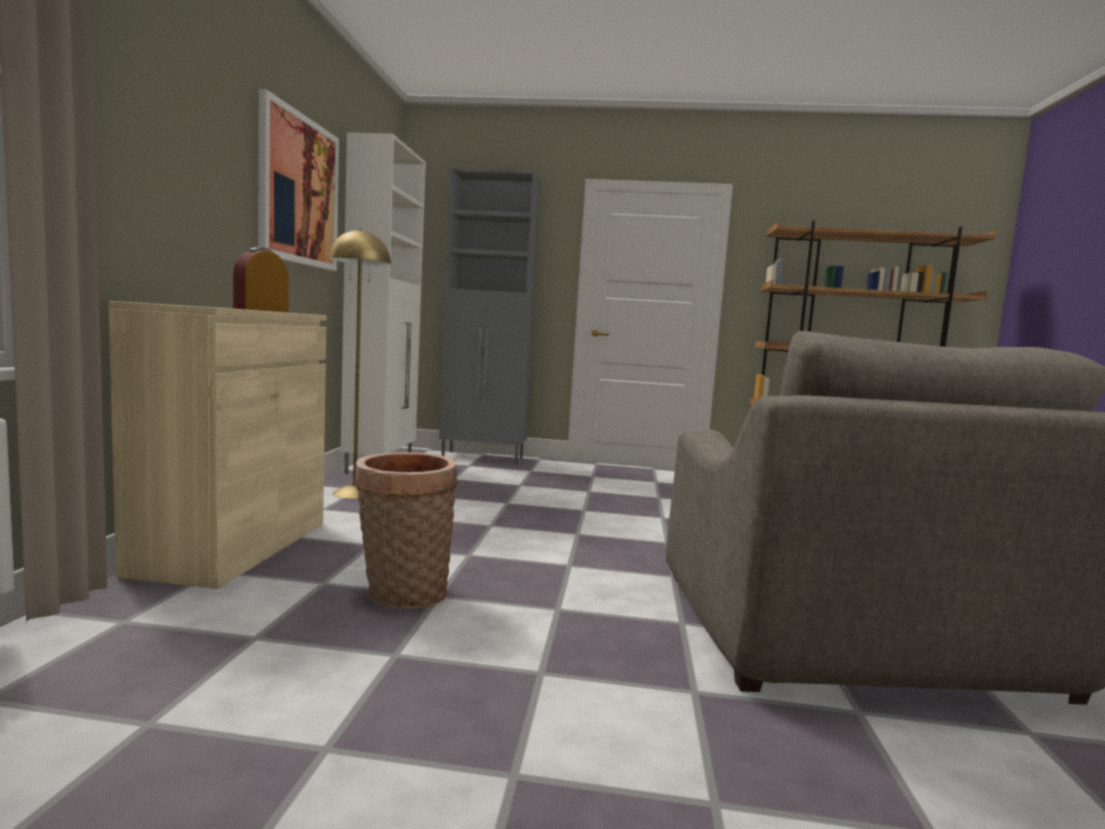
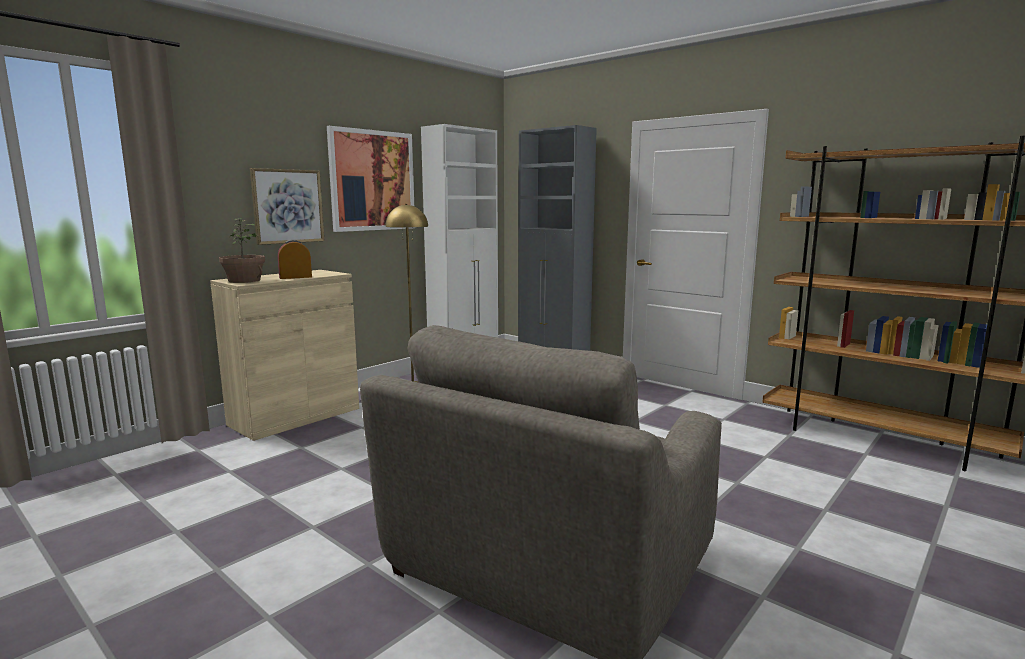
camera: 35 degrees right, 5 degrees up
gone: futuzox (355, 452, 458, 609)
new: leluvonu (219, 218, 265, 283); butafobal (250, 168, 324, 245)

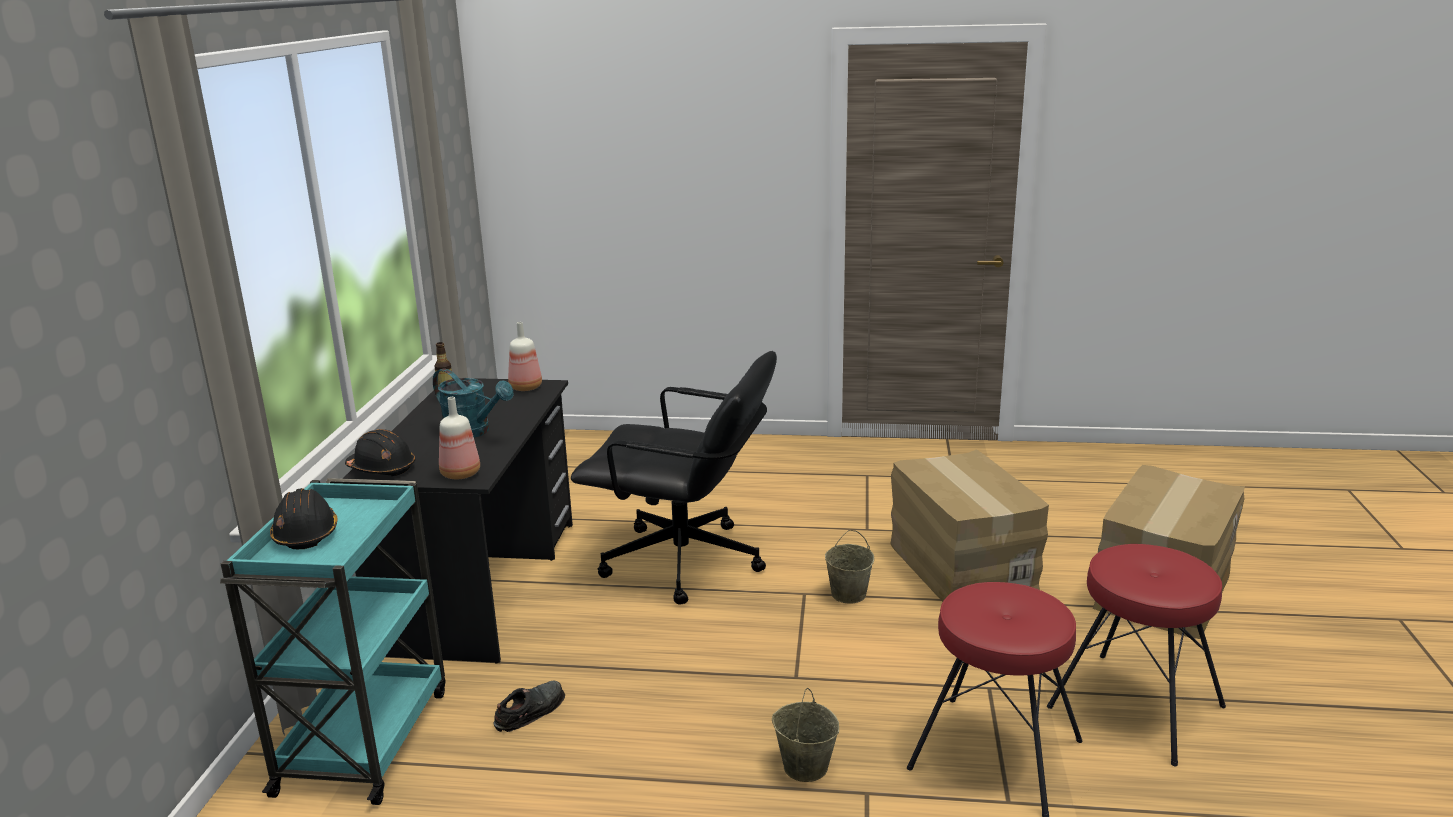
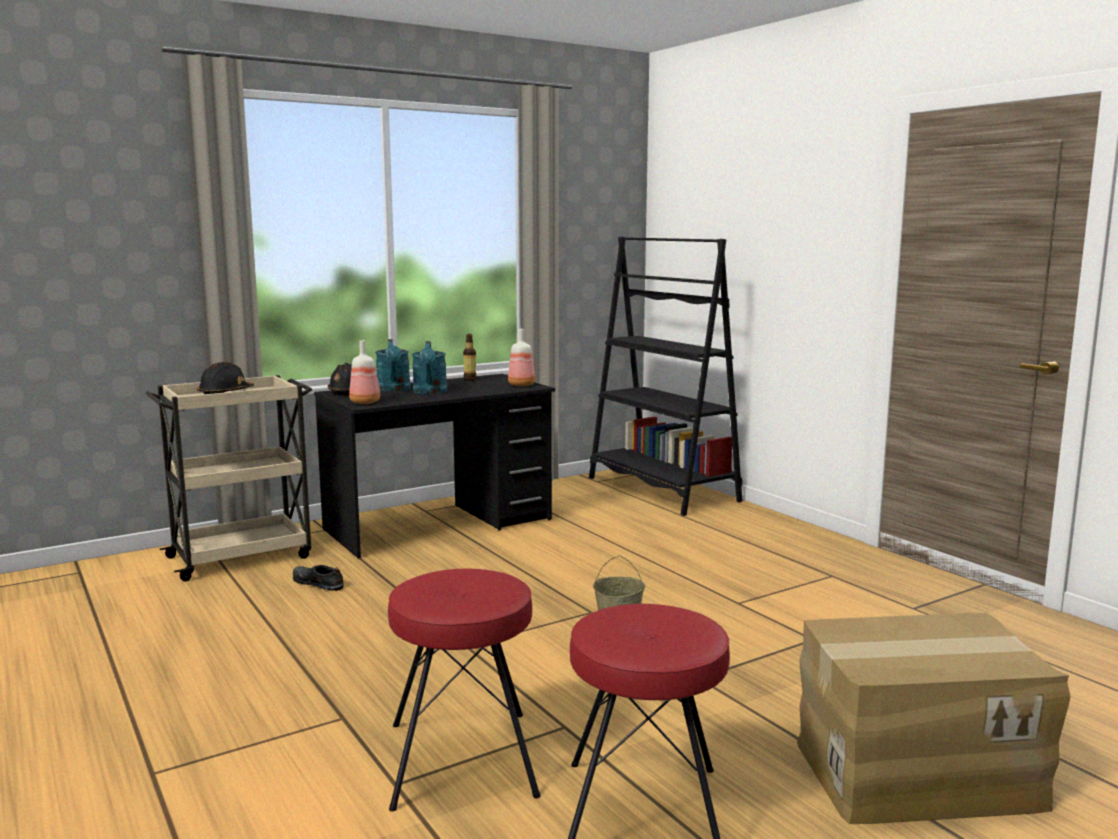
camera: 50 degrees right, 10 degrees down
gone: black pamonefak (571, 351, 777, 605); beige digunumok (772, 688, 839, 782); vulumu (890, 449, 1049, 602)
new: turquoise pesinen (375, 339, 411, 391); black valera (589, 237, 742, 516)
repainted: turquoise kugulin (220, 478, 446, 805) to beige kugulin (146, 375, 312, 581)
rotated: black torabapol (493, 680, 565, 732) = (293, 565, 344, 591) 150 degrees counterclockwise

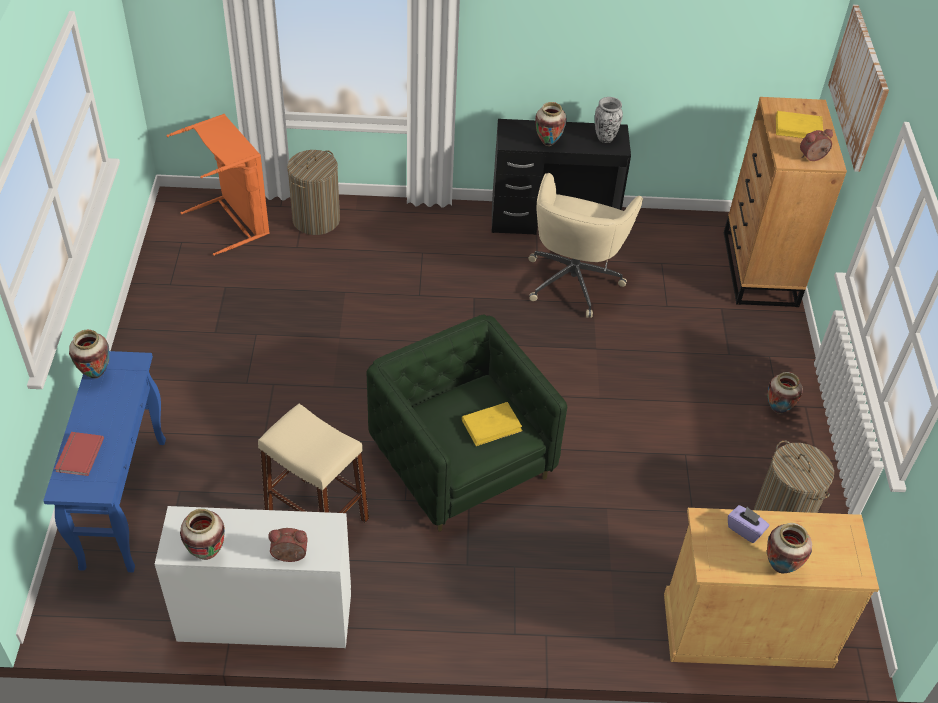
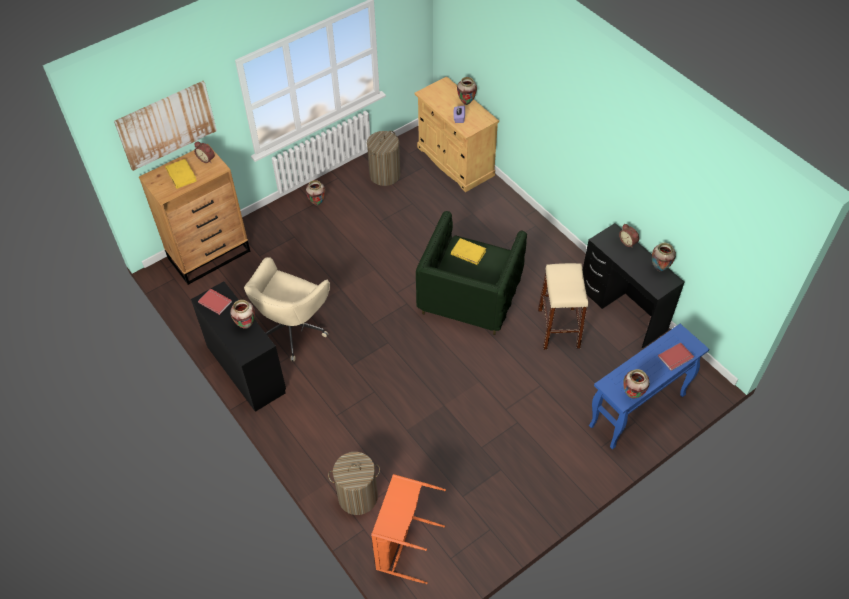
camera: 125 degrees left, 5 degrees up
swapped: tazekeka (595, 97, 623, 143) to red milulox (198, 289, 232, 315)
repainted: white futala (155, 506, 351, 648) to black futala (583, 223, 685, 348)
rotated: beige pamonefak (528, 173, 643, 318) = (244, 257, 330, 361) 135 degrees clockwise

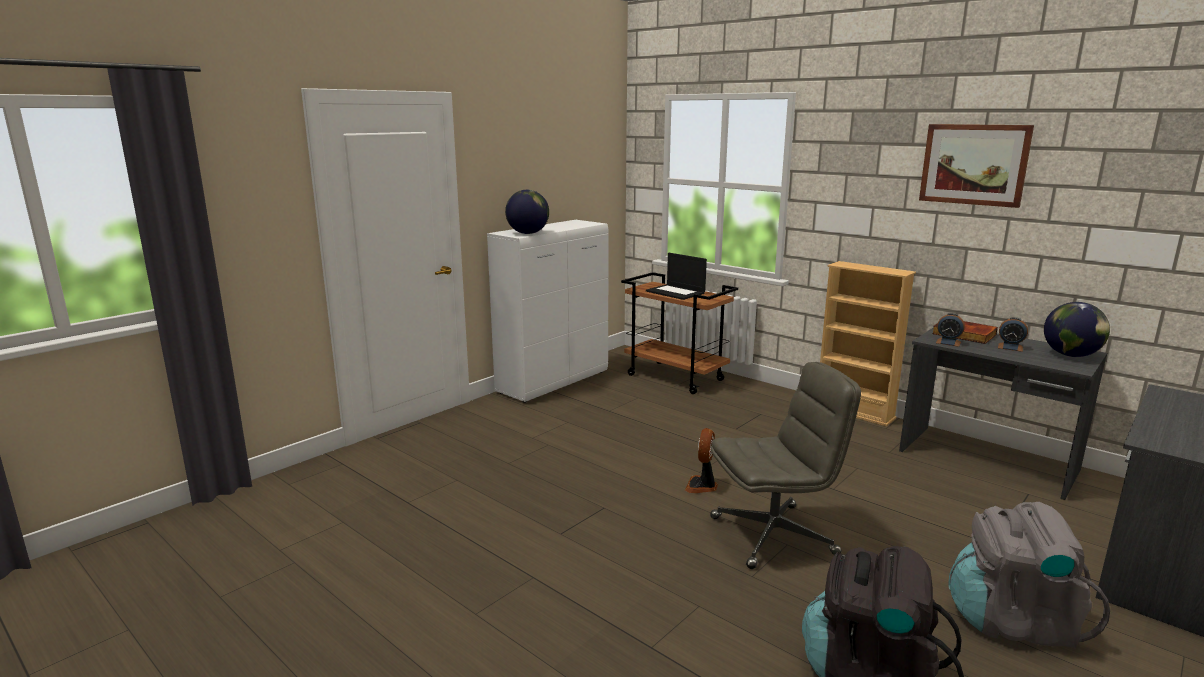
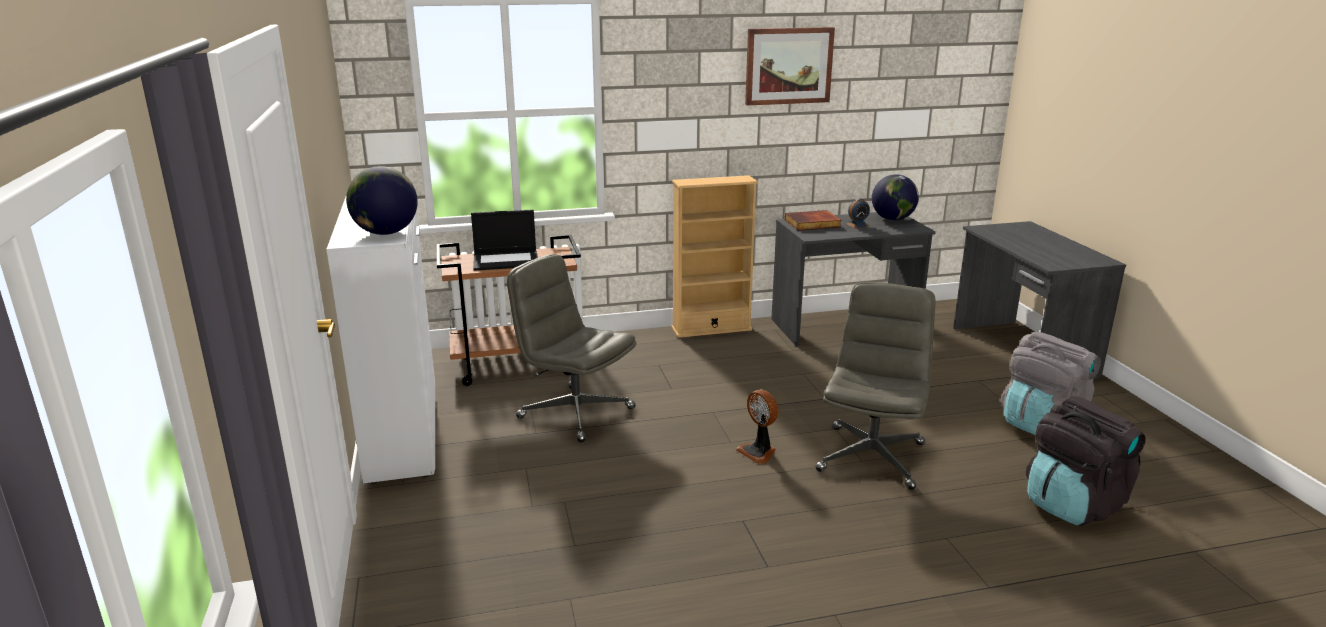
camera: 55 degrees left, 5 degrees up
gone: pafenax (936, 313, 965, 347)
new: grey pamonefak (507, 254, 636, 442)

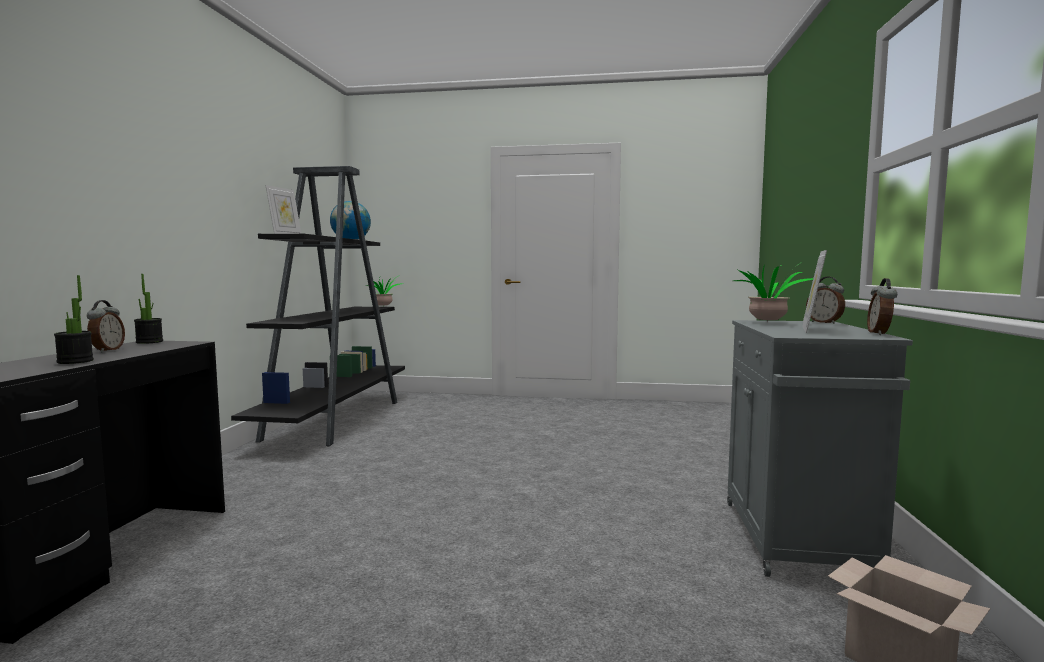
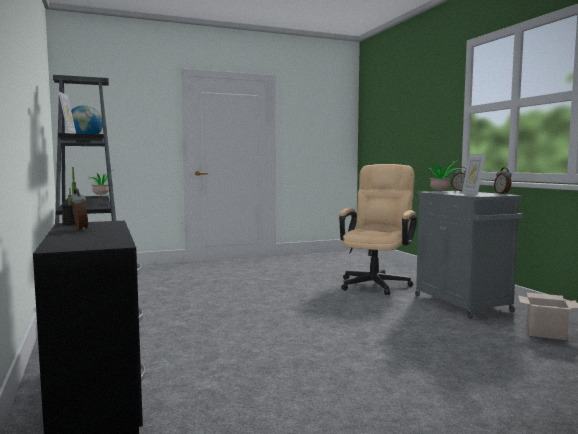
camera: 30 degrees left, 0 degrees up
gone: leluvonu (54, 275, 94, 364)
new: beige pamonefak (339, 164, 417, 295)

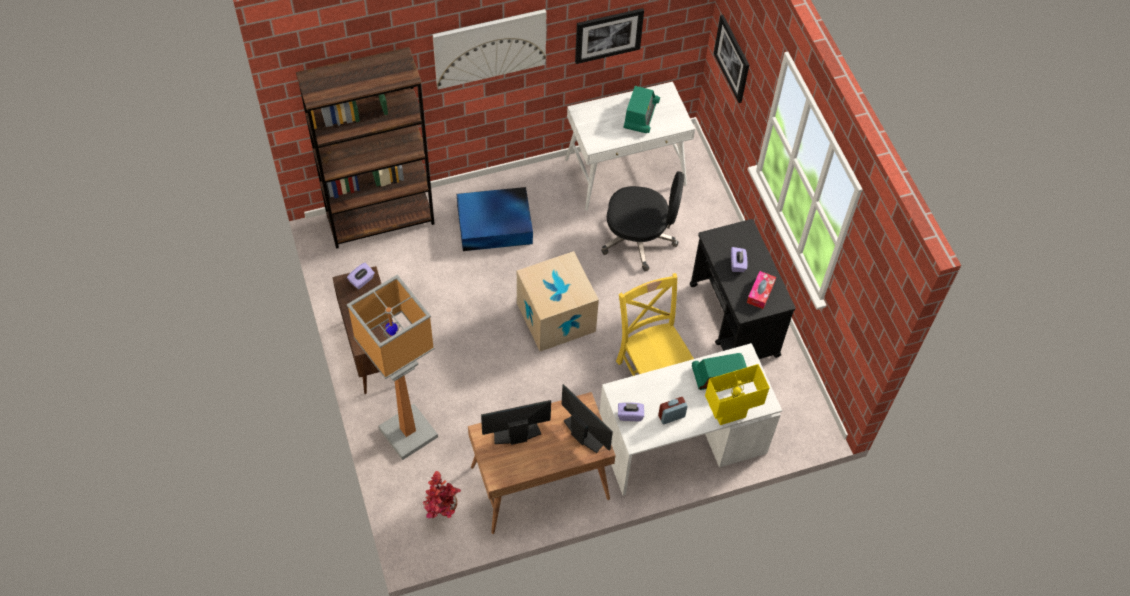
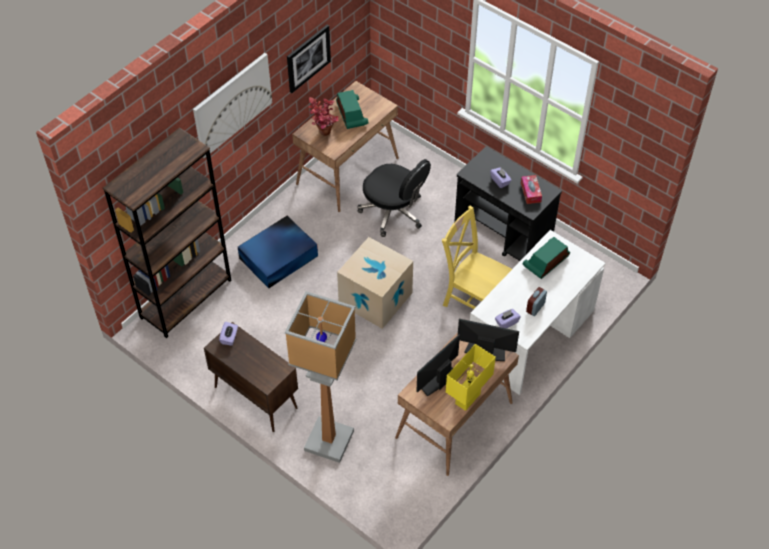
camera: 30 degrees left, 5 degrees down
gone: butafobal (714, 15, 749, 103)
shifted: leluvonu (423, 471, 461, 518) to (308, 97, 338, 136); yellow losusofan (705, 364, 770, 425) to (446, 344, 496, 411)
repainted: white futala (565, 82, 695, 210) to brown futala (292, 81, 399, 212)
rotated: black pamonefak (601, 171, 684, 271) = (357, 159, 431, 237) 60 degrees clockwise

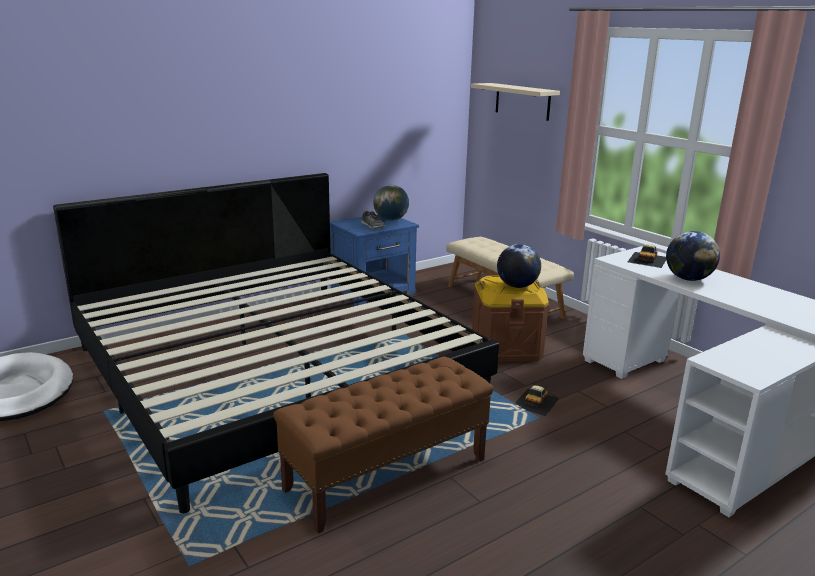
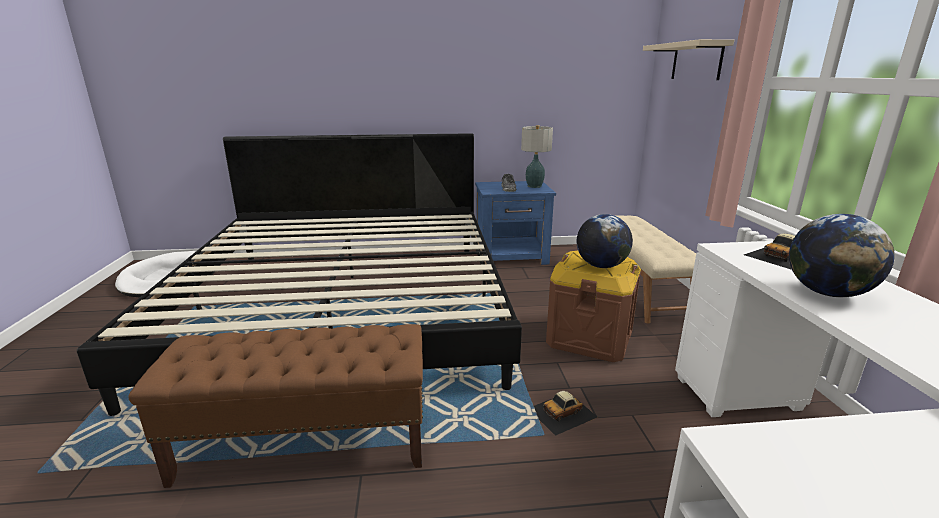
camera: 30 degrees right, 0 degrees up
swapped: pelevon (373, 185, 409, 221) to losusofan (521, 125, 553, 188)

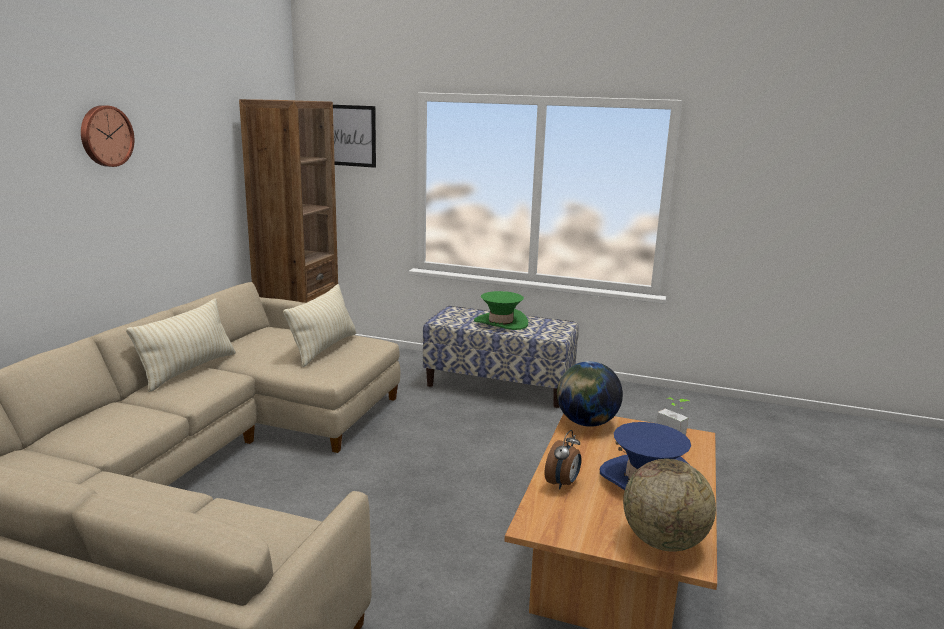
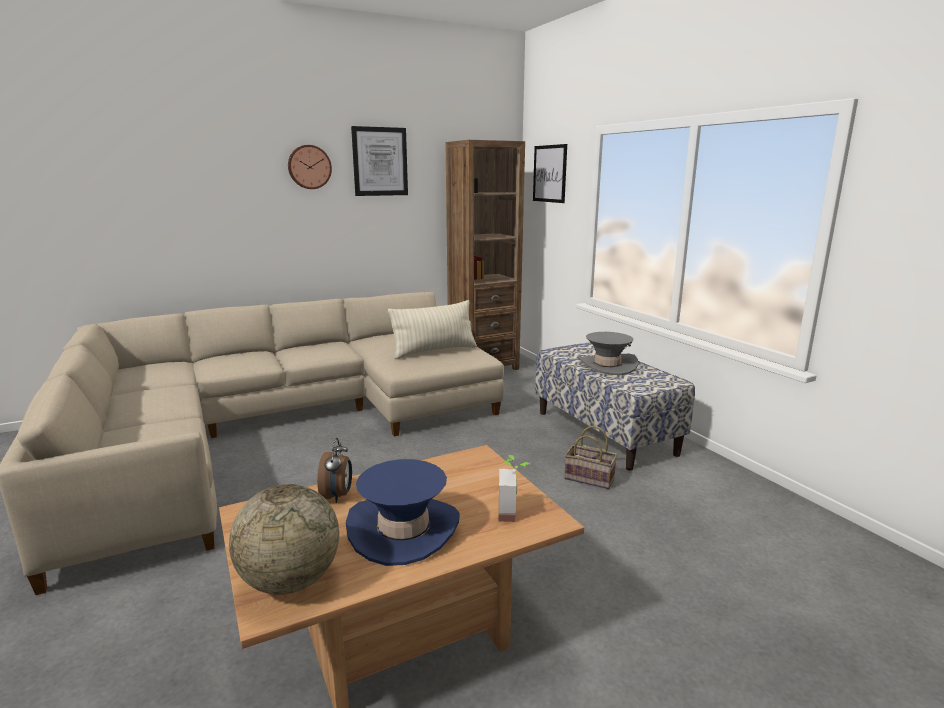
camera: 45 degrees right, 0 degrees up
gone: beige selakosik (126, 298, 236, 392); pelevon (557, 361, 623, 427)
new: butafobal (351, 126, 408, 196); futuzox (564, 426, 617, 489)
repainted: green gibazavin (474, 291, 528, 330) to grey gibazavin (578, 332, 638, 375)
rotated: pafenax (545, 430, 581, 490) = (317, 438, 352, 503) 75 degrees counterclockwise

